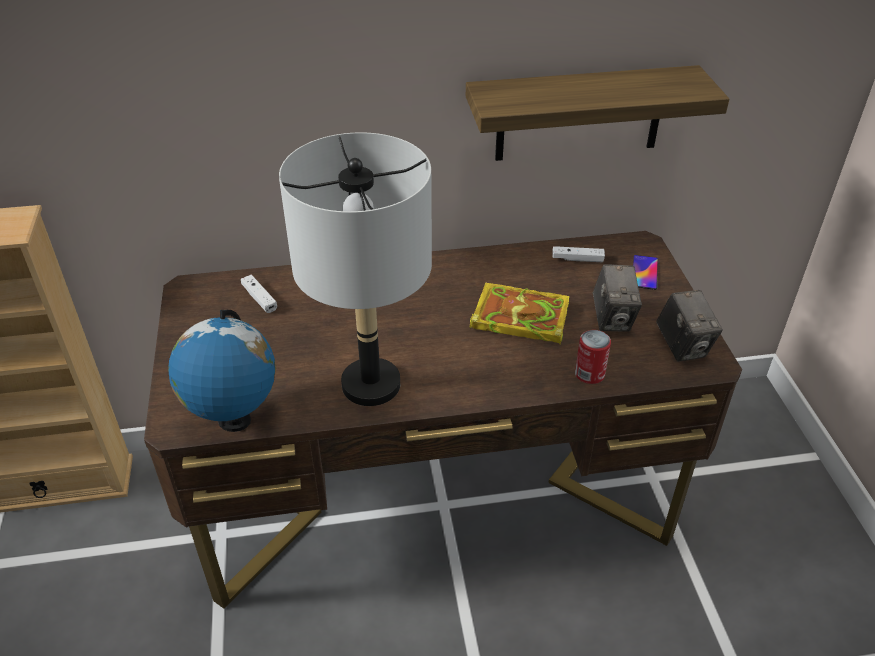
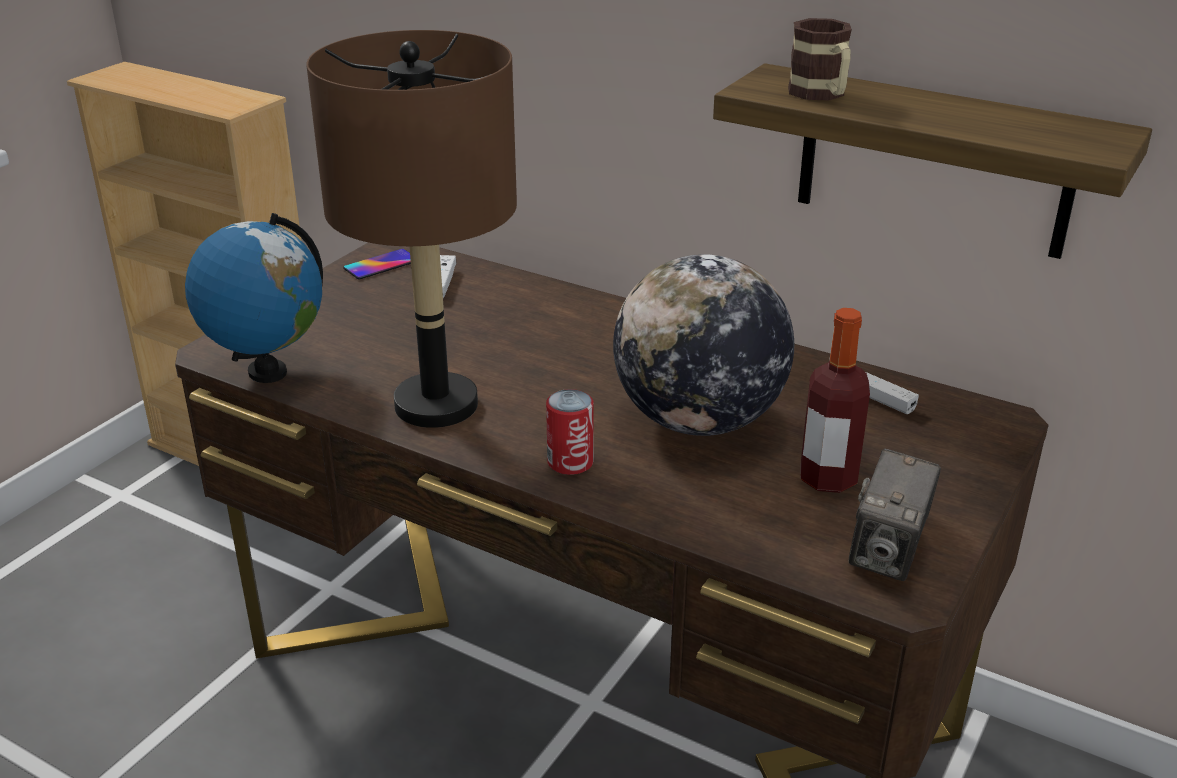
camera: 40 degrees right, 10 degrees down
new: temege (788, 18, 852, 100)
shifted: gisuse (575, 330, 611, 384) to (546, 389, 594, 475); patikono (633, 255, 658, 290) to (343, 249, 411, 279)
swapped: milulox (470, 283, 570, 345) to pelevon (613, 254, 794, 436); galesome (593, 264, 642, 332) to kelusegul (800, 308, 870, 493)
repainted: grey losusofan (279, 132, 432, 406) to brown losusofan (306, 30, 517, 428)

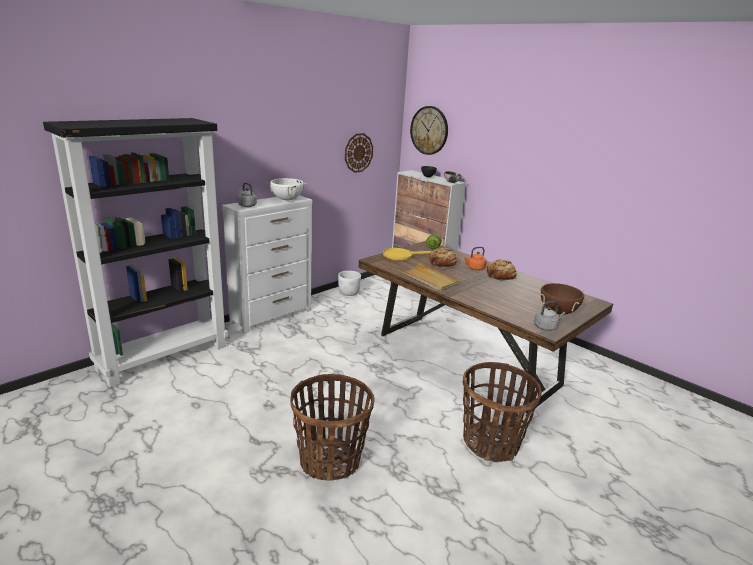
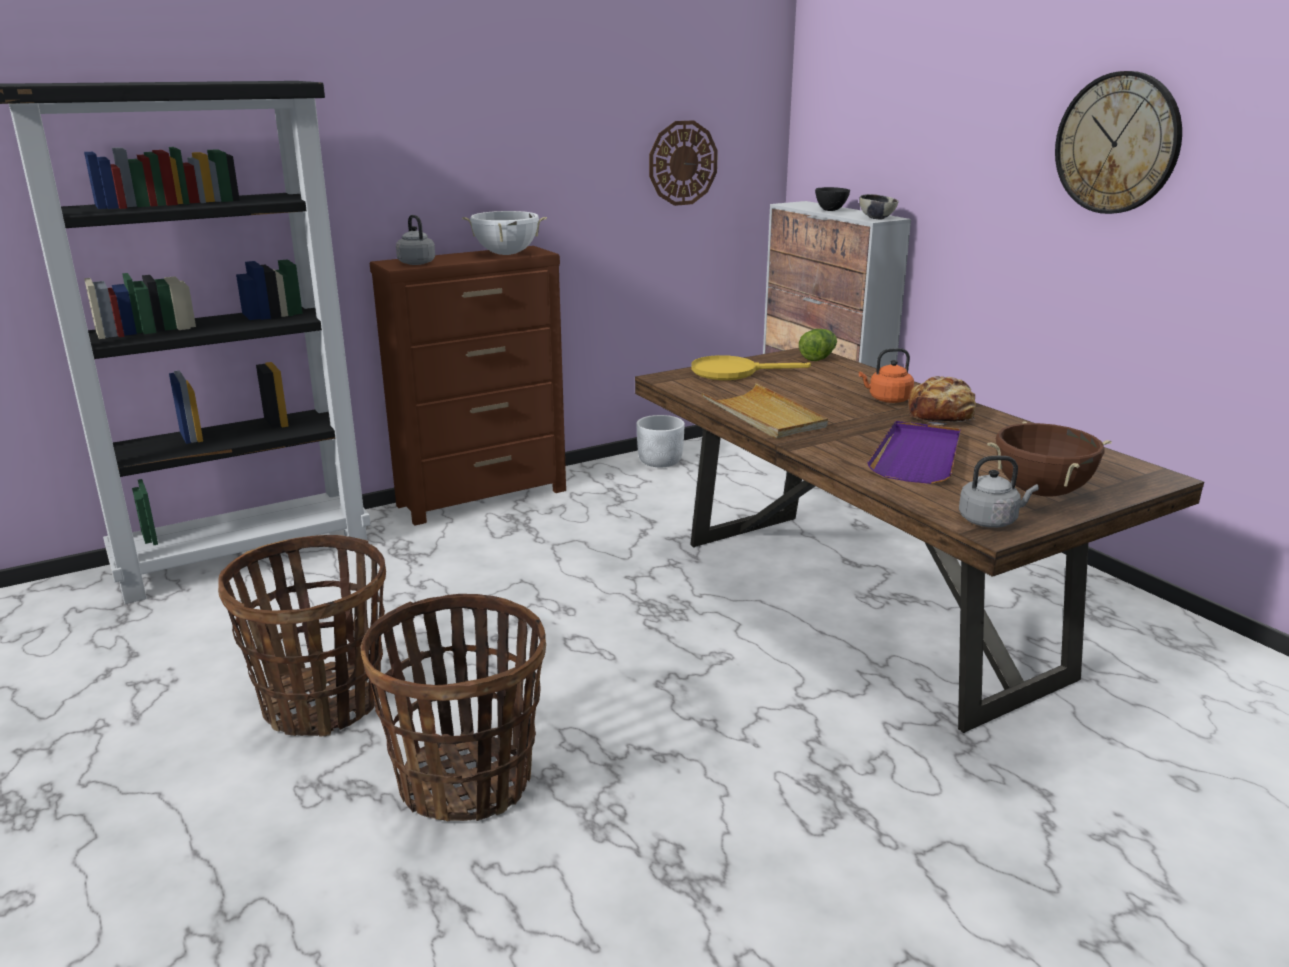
camera: 15 degrees right, 0 degrees up
gone: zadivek (429, 247, 457, 268)
new: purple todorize (867, 421, 960, 484)
shifted: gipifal (410, 106, 448, 155) to (1055, 71, 1182, 214); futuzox (463, 362, 542, 462) to (218, 535, 386, 737)
repainted: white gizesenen (222, 195, 312, 334) to brown gizesenen (370, 246, 566, 526)

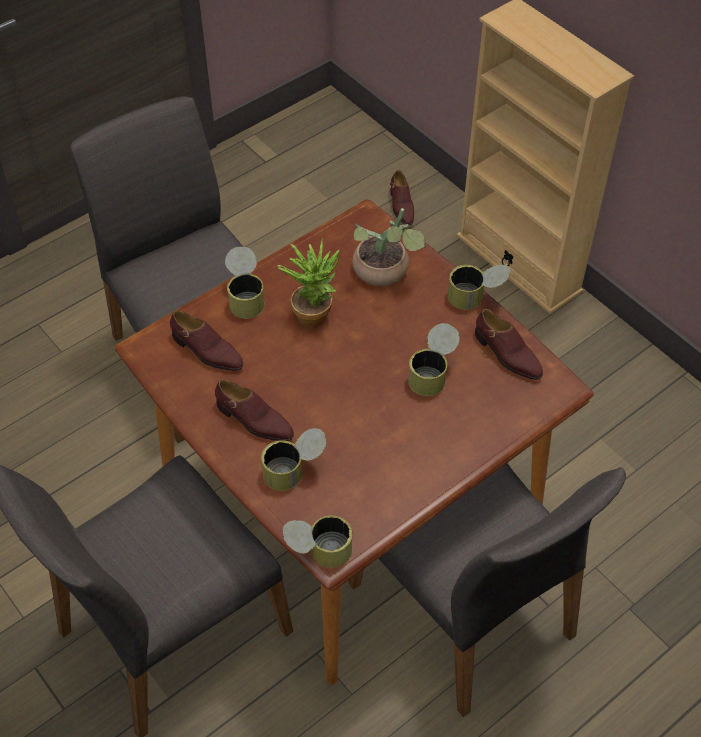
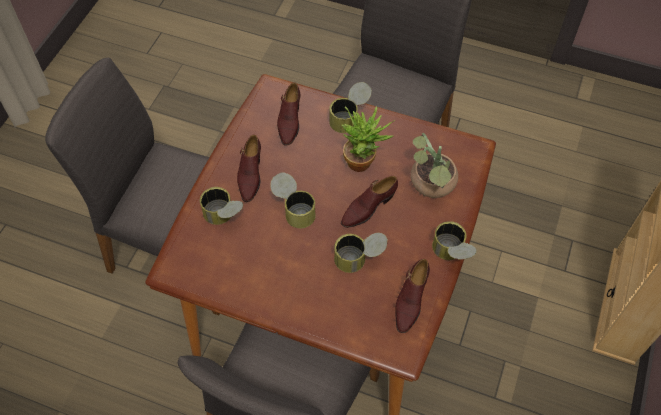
camera: 60 degrees right, 5 degrees up
shifted: gisuse (283, 515, 353, 568) to (270, 172, 316, 228); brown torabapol (390, 170, 414, 226) to (341, 176, 398, 228)

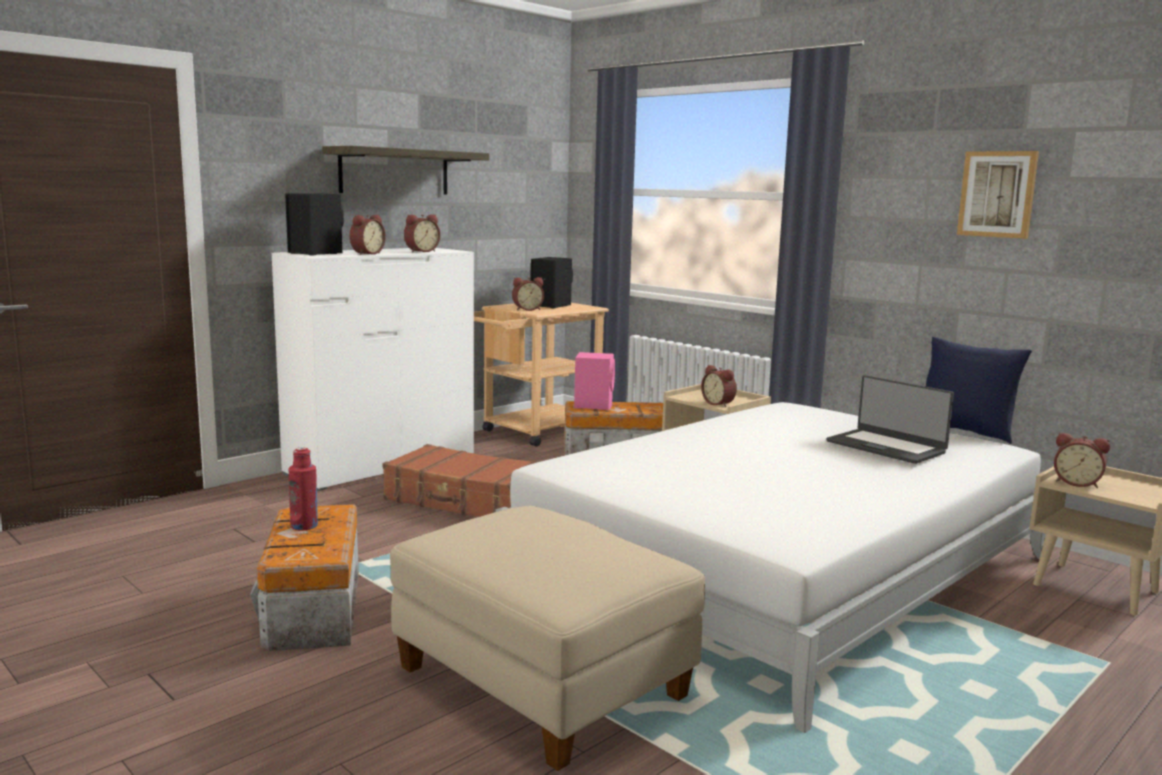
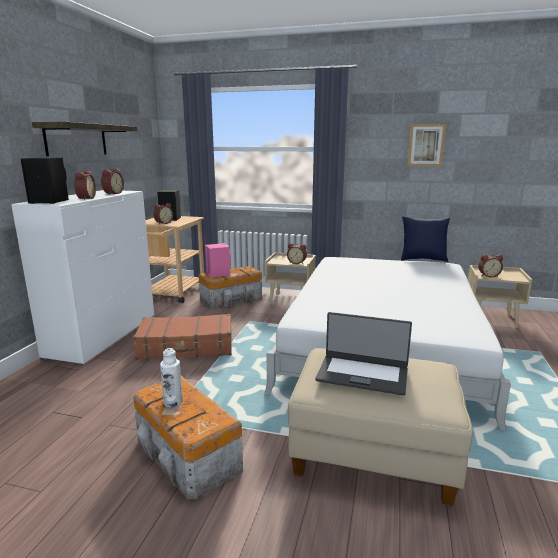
camera: 30 degrees left, 5 degrees up
shifted: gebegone (827, 375, 954, 464) to (315, 312, 412, 396)
repainted: red kelusegul (289, 447, 318, 531) to white kelusegul (160, 348, 182, 407)

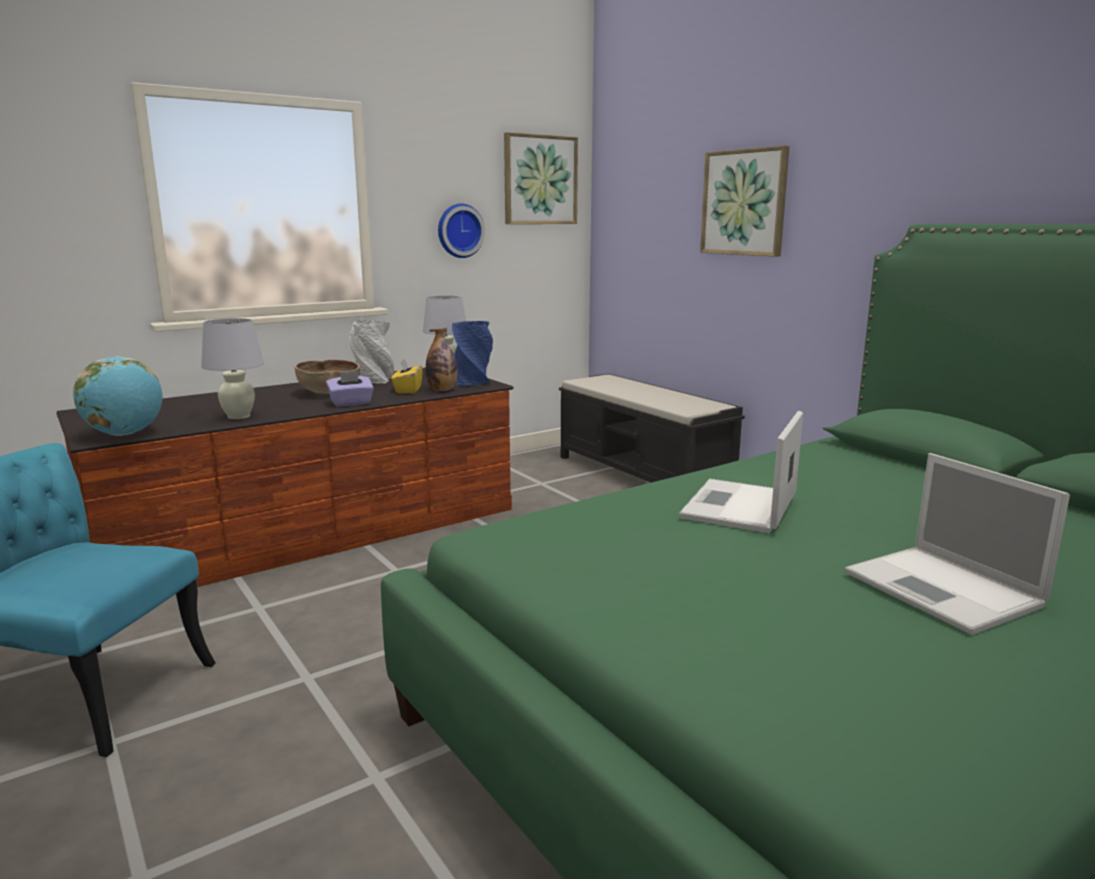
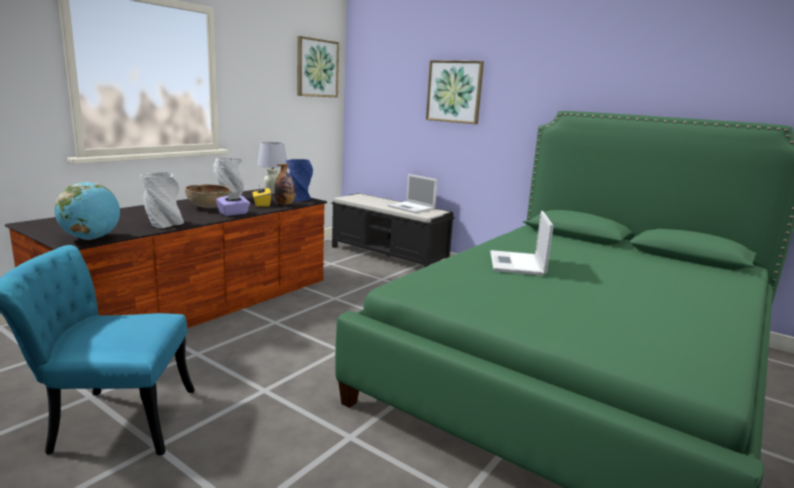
camera: 20 degrees left, 0 degrees up
gone: gipifal (438, 203, 485, 258)
shifted: gebegone (845, 453, 1070, 635) to (387, 174, 437, 213)
swapped: white losusofan (201, 318, 264, 419) to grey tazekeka (140, 172, 184, 228)

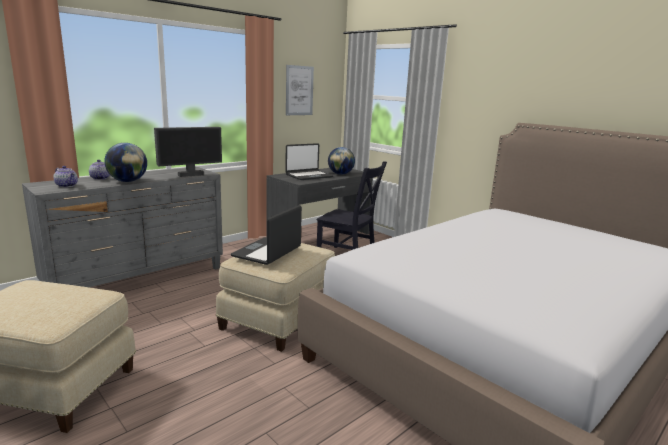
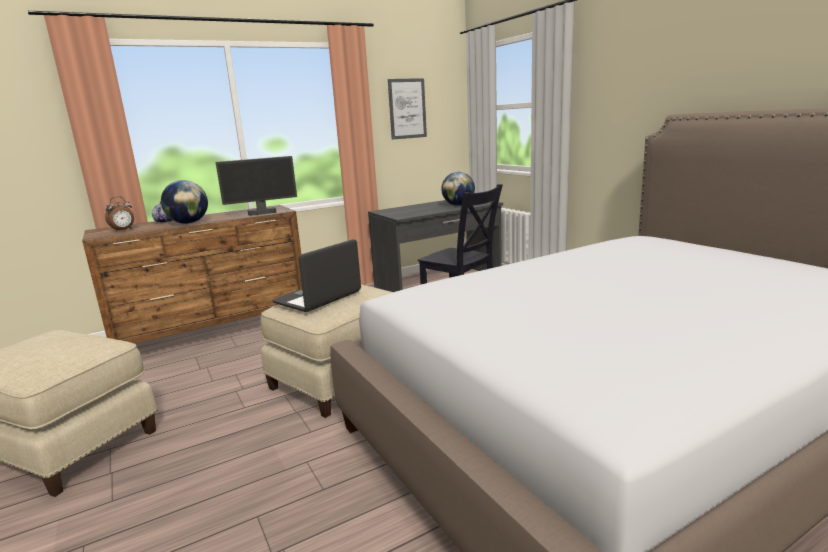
camera: 15 degrees right, 0 degrees up
gone: gebegone (285, 143, 333, 180)
swapped: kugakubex (53, 166, 78, 188) to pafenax (105, 197, 134, 232)
repainted: grey gizesenen (22, 167, 223, 287) to brown gizesenen (82, 205, 302, 344)

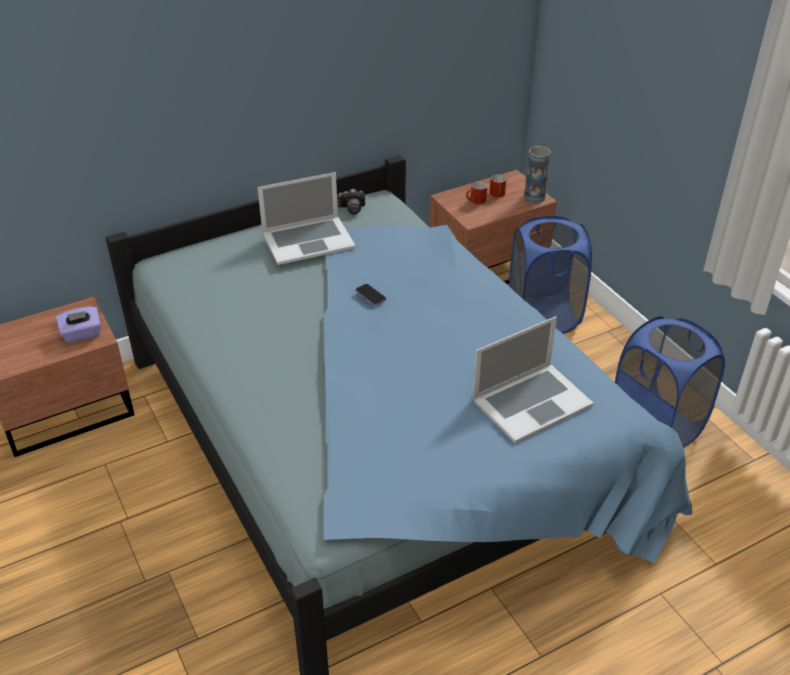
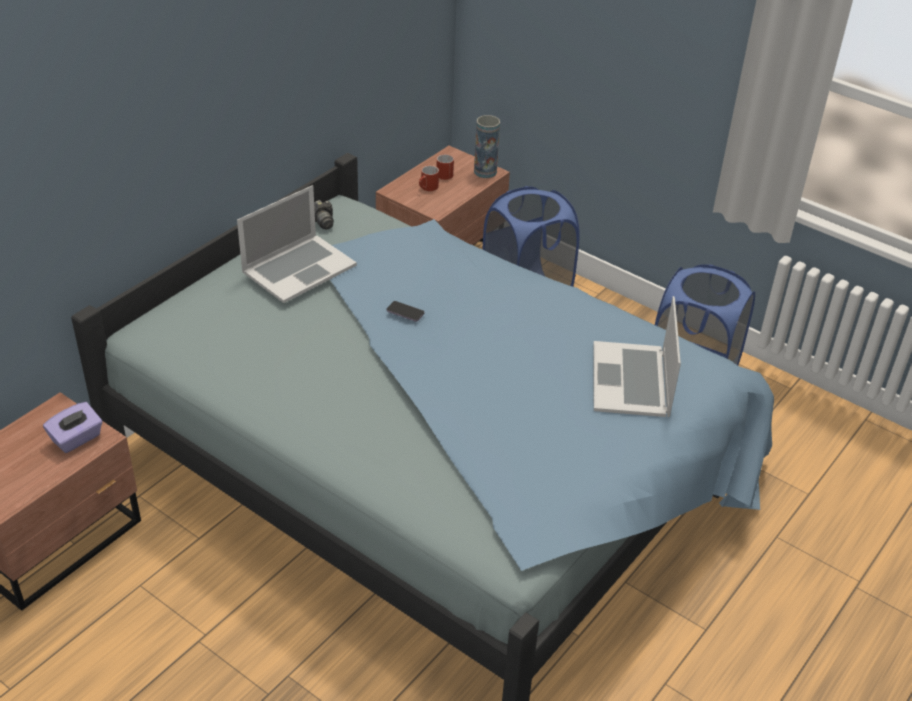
camera: 25 degrees left, 0 degrees up
rotated: gebegone (473, 316, 594, 443) = (593, 296, 681, 417) 150 degrees clockwise

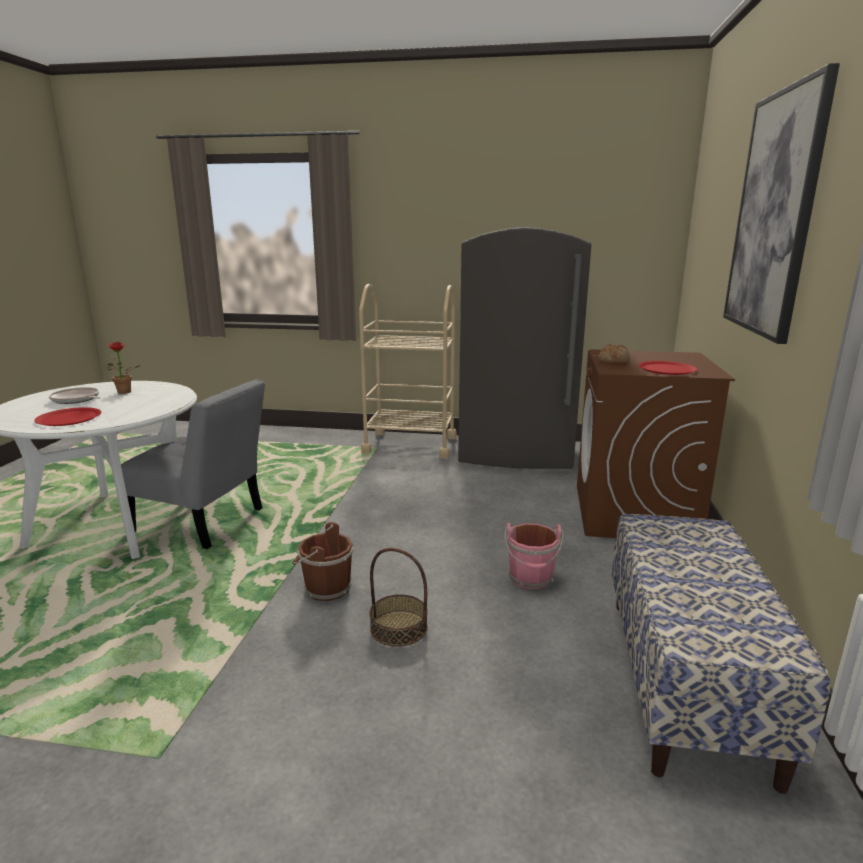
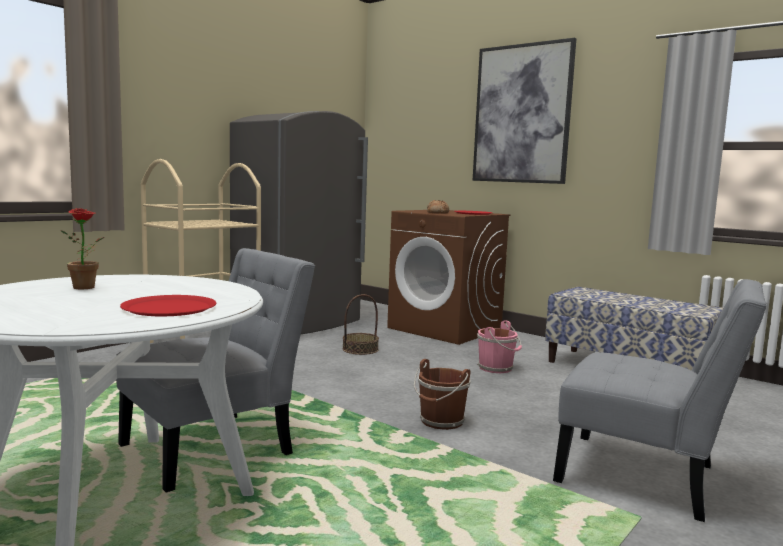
camera: 60 degrees left, 10 degrees down
gone: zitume (49, 387, 101, 404)
new: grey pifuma (553, 279, 767, 522)
shifted: futuzox (370, 548, 428, 647) to (342, 294, 379, 355)

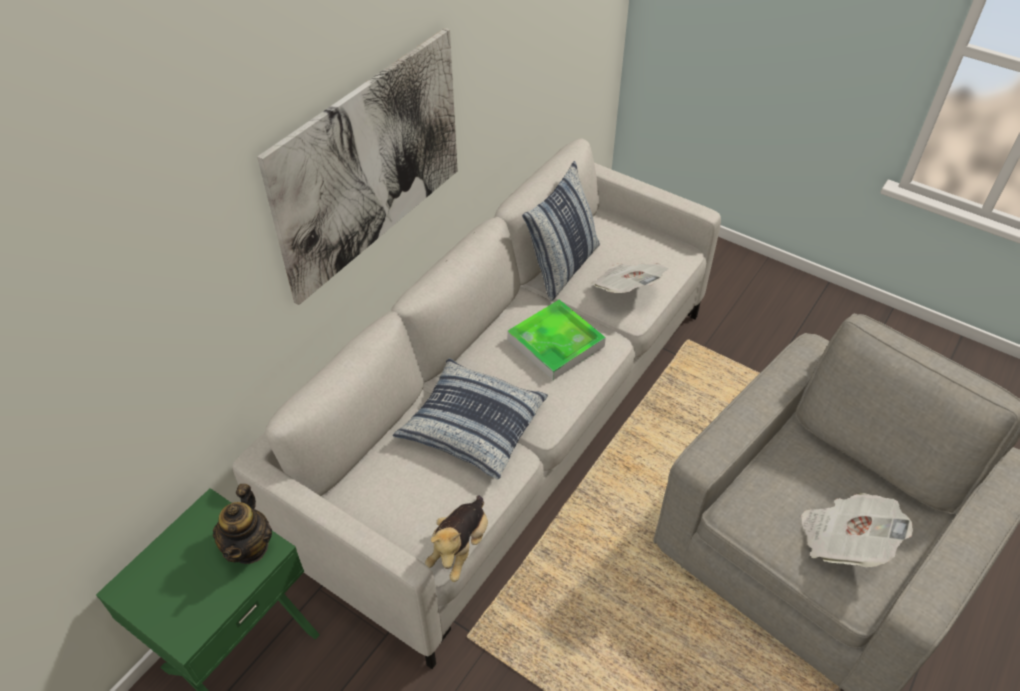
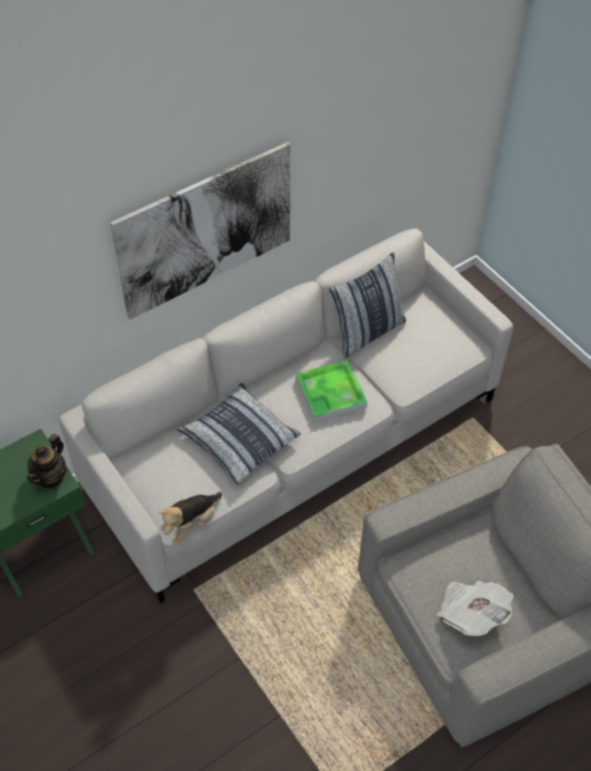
camera: 20 degrees right, 5 degrees up
gone: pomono (591, 263, 669, 293)

